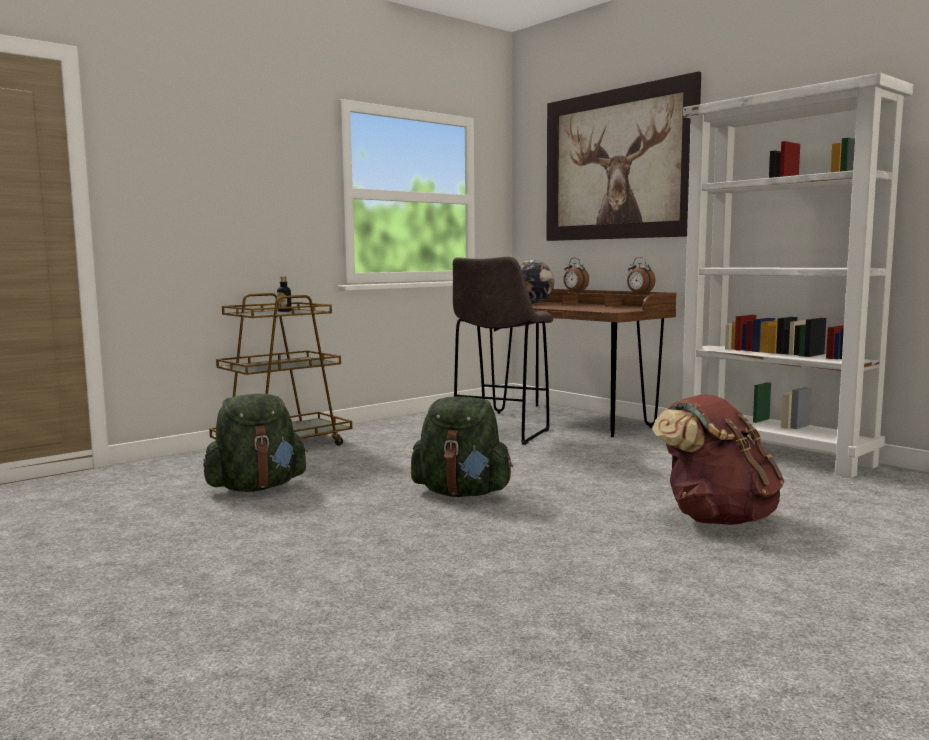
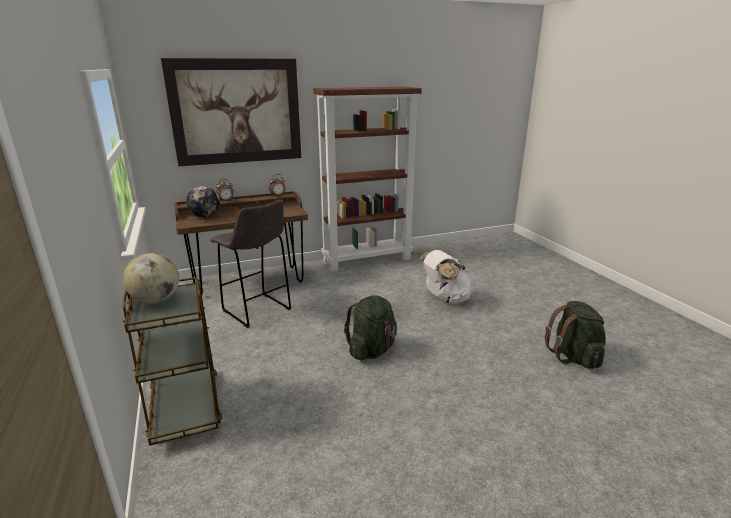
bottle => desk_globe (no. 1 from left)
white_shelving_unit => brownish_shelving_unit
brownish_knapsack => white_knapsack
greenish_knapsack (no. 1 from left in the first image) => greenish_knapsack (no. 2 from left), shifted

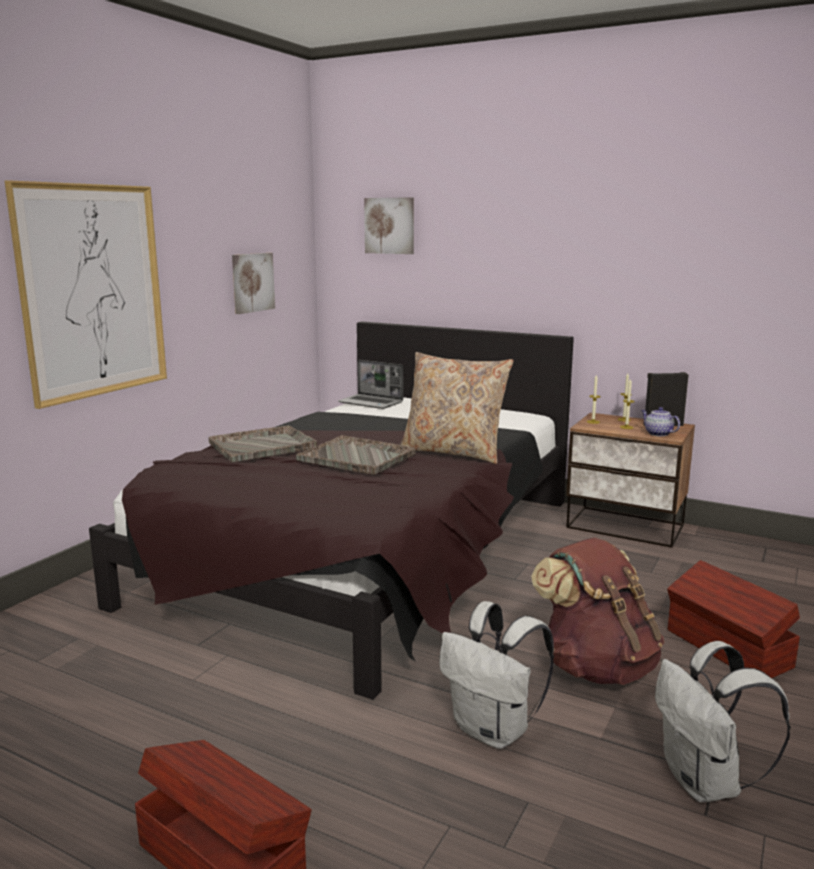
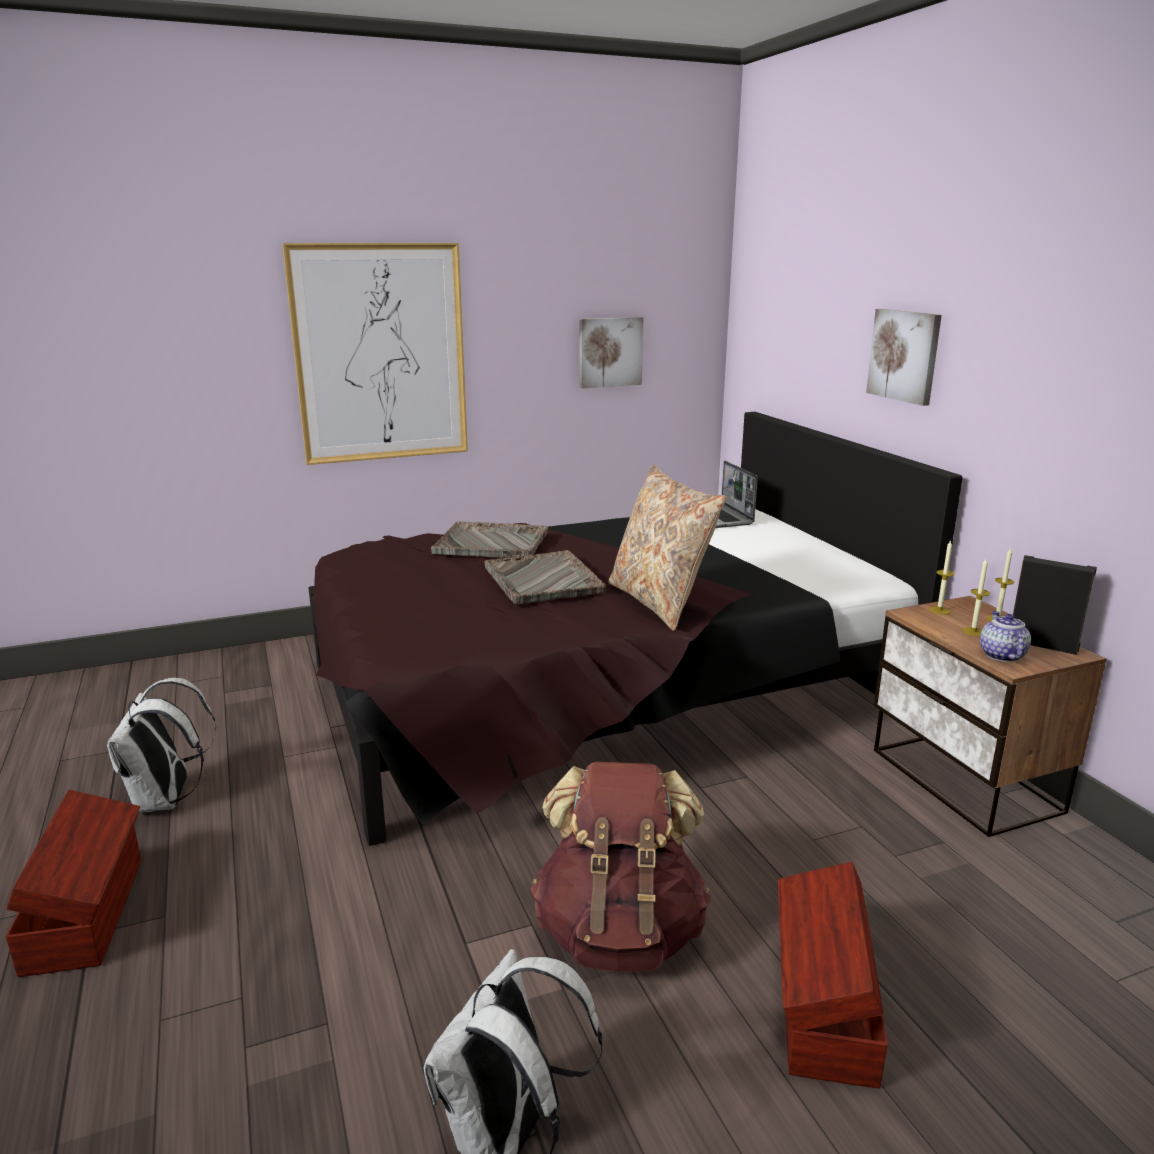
white_knapsack (no. 1 from left), shifted
wall_picture (no. 3 from left), shifted

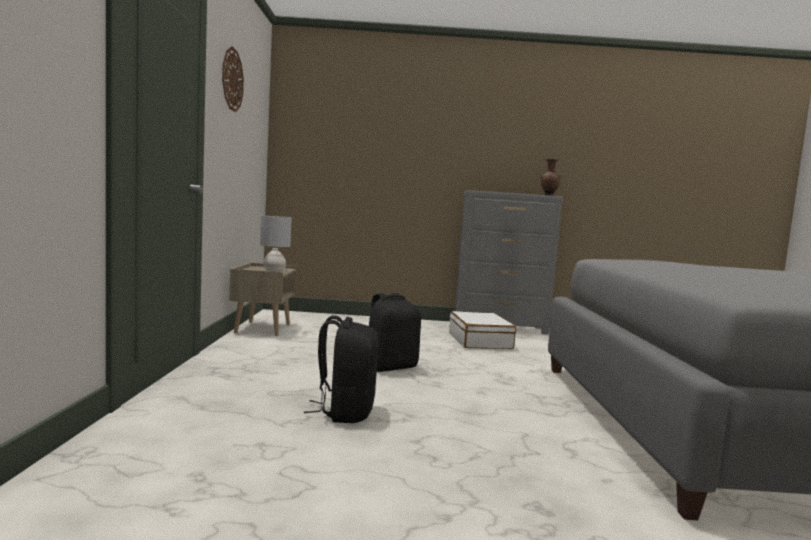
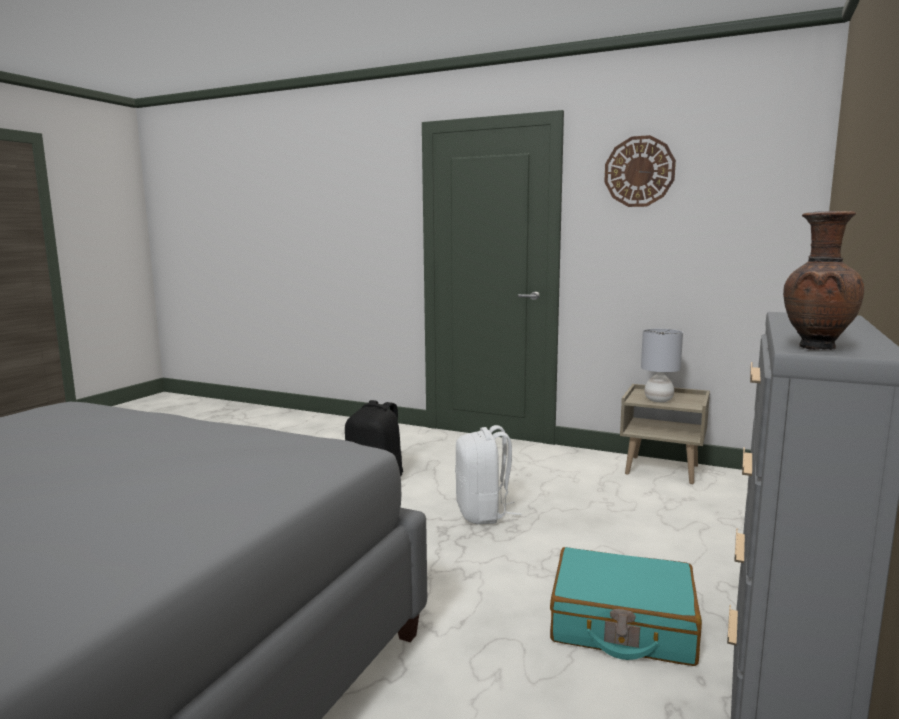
blackish_knapsack (no. 2 from left) => white_knapsack
white_piece_of_luggage => turquoise-coloured_piece_of_luggage

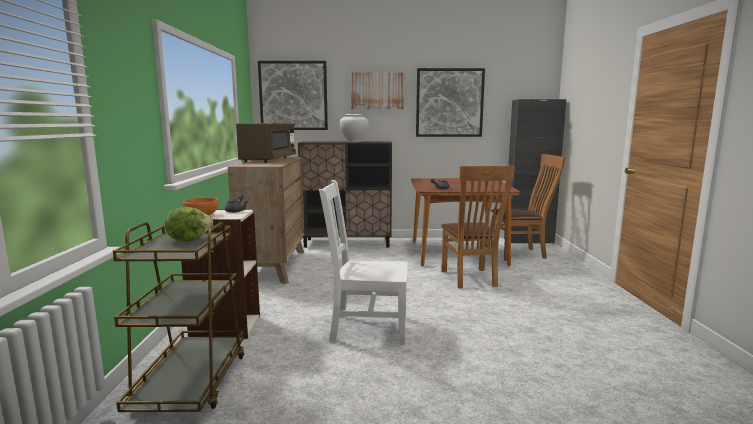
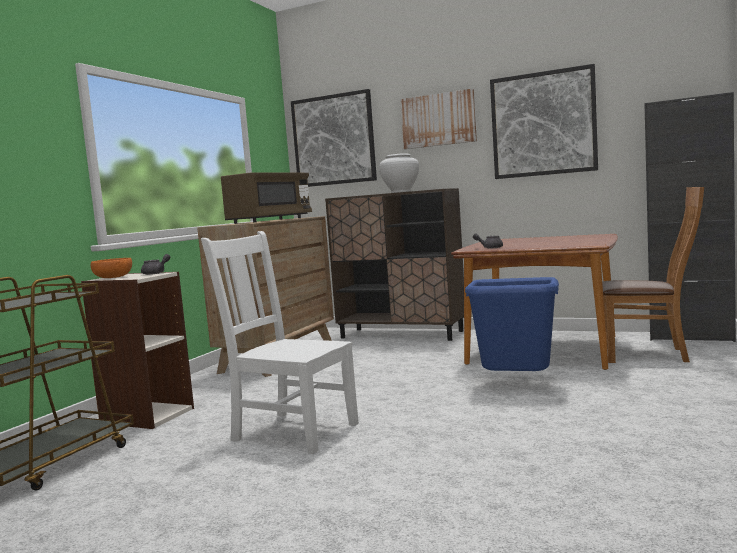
brownish_upright_chair (no. 1 from left) => blue-coloured_waste_bin
lettuce_head => nothing

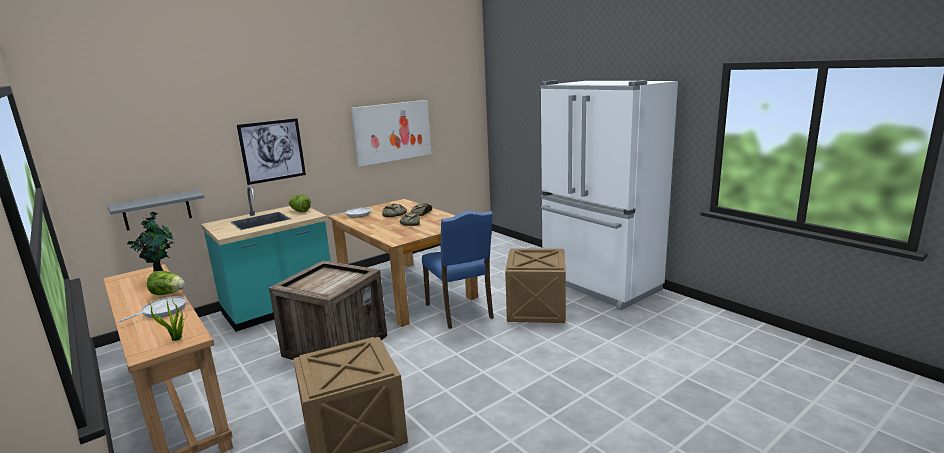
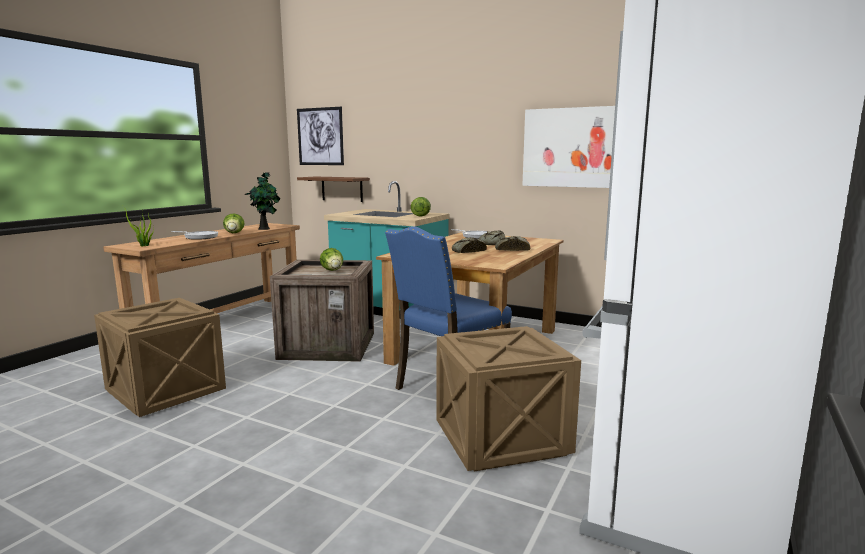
wall_picture (no. 1 from left), shifted
grey_shelf => brownish_shelf
nothing => lettuce_head (no. 2 from left)

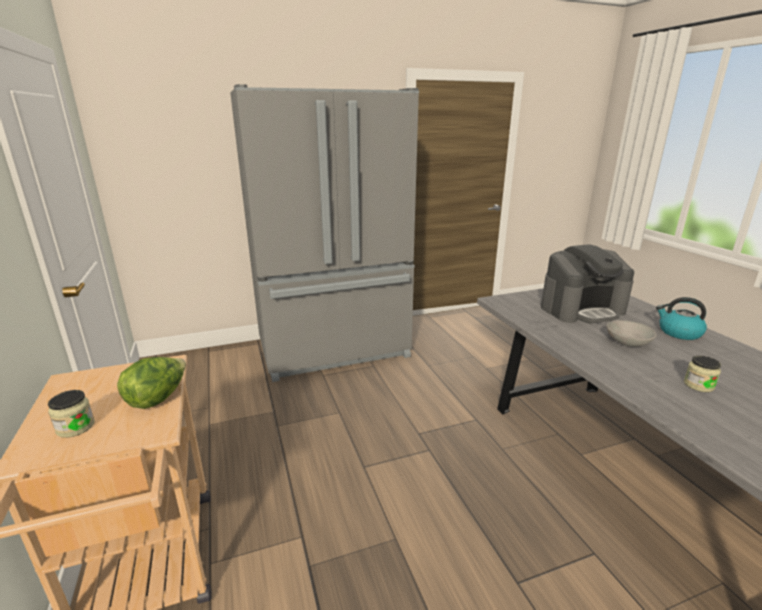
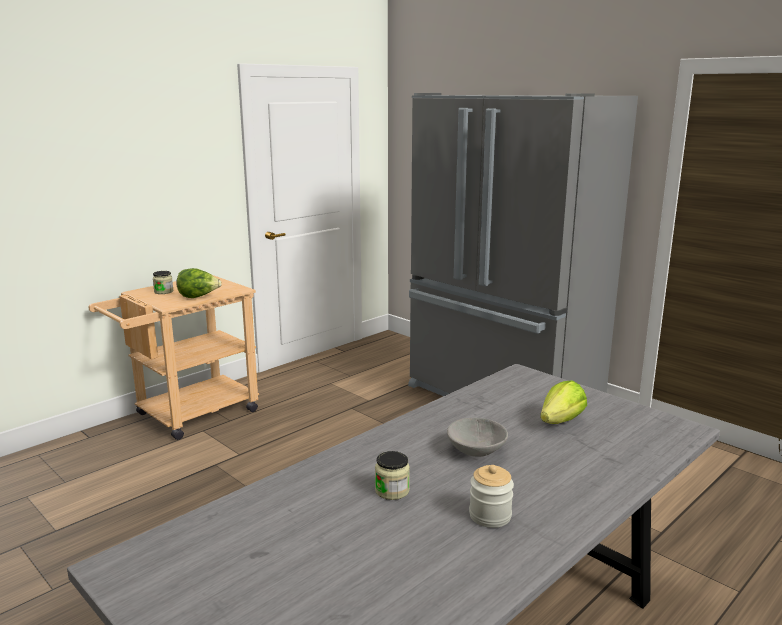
nothing => jar (no. 3 from left)
coffee_maker => lettuce_head (no. 2 from left)
kettle => nothing

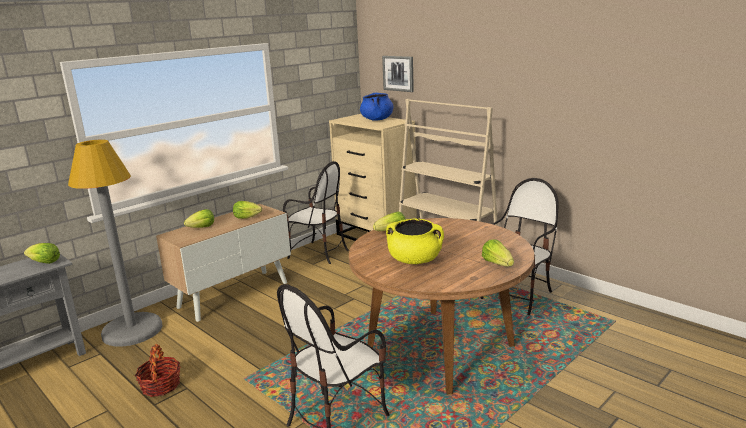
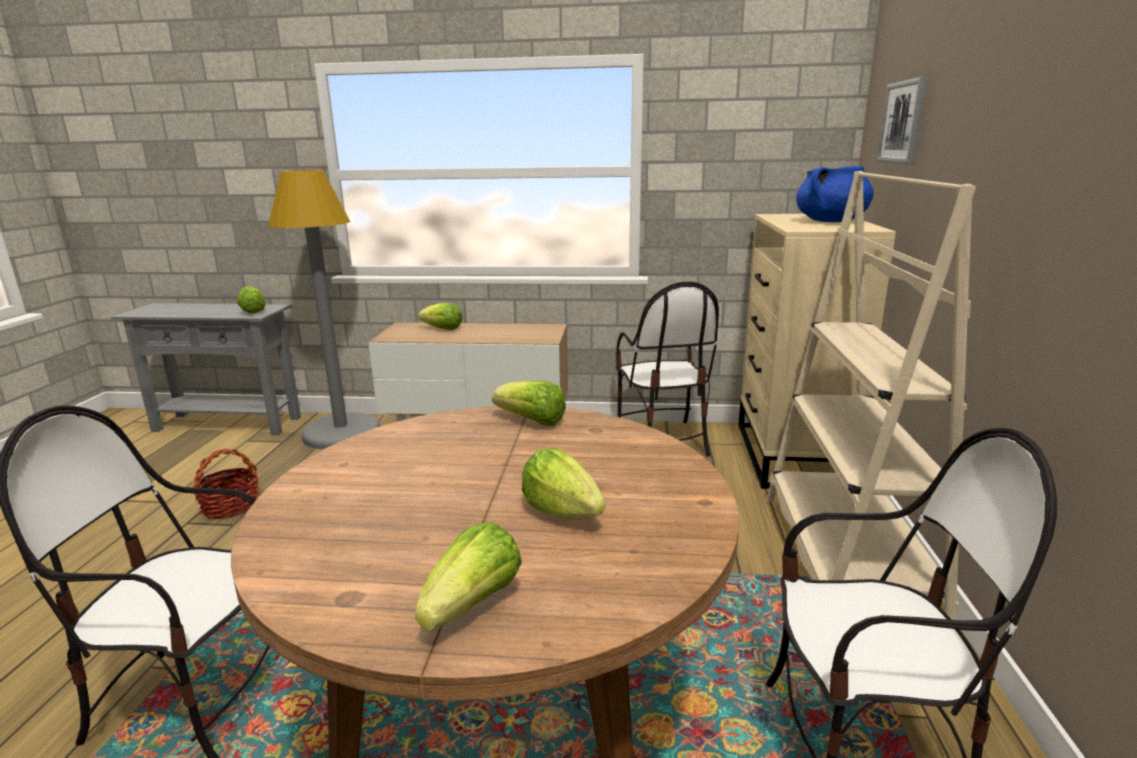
lettuce_head (no. 3 from left in the first image) => lettuce_head (no. 5 from left), shifted
yellow_cooking_pot => nothing

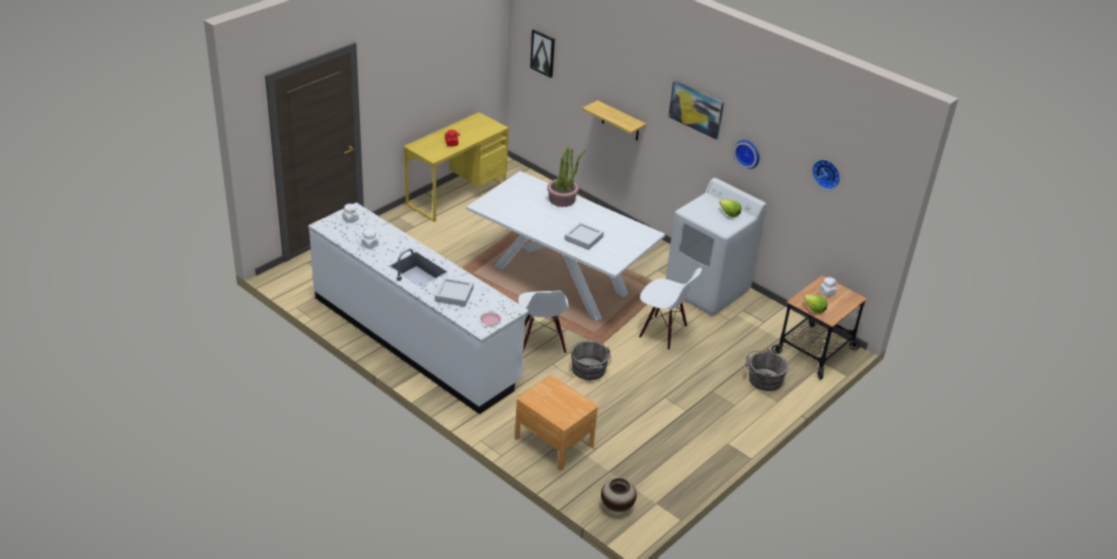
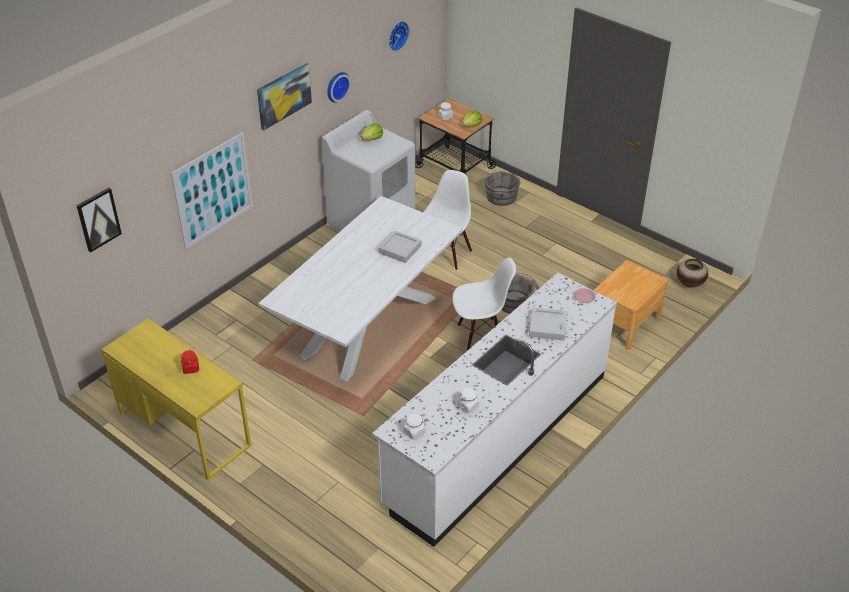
shelf => wall_picture (no. 2 from left)
houseplant => nothing

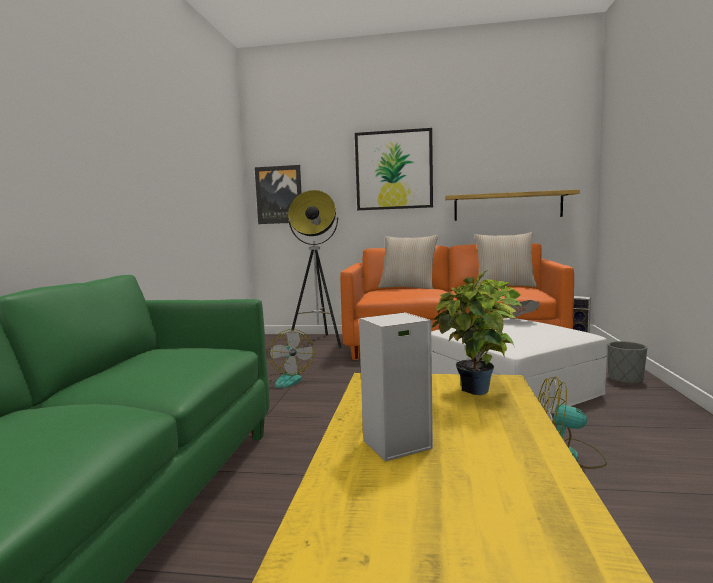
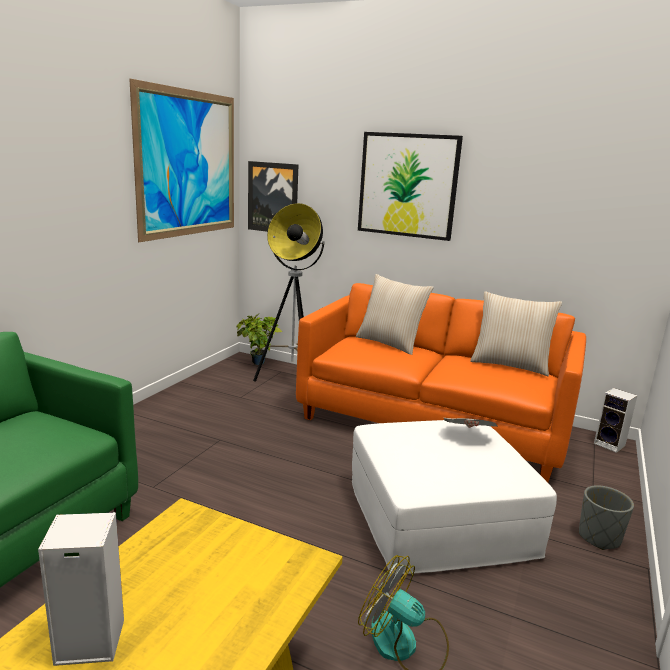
nothing => wall_picture (no. 1 from left)
houseplant, shifted
electric_fan (no. 1 from left) => nothing
shelf => nothing

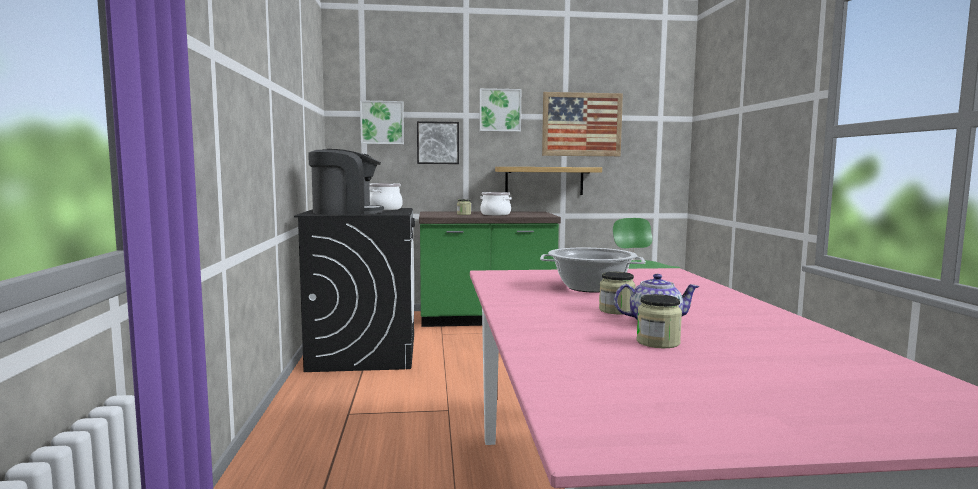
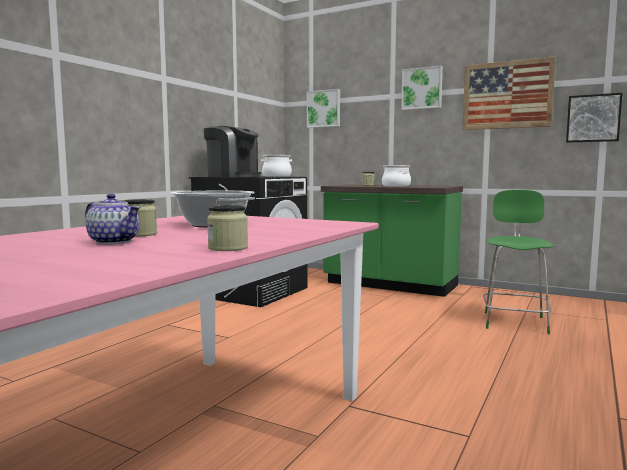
jar (no. 3 from left in the first image) => jar (no. 2 from left), shifted
wall_picture (no. 2 from left in the first image) => wall_picture (no. 4 from left), shifted
shelf => nothing

